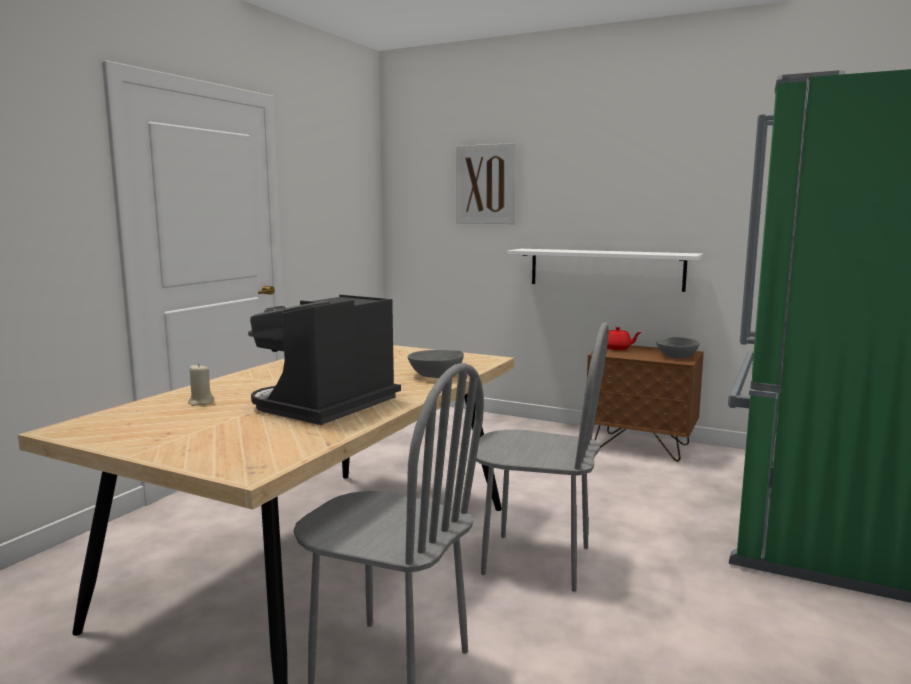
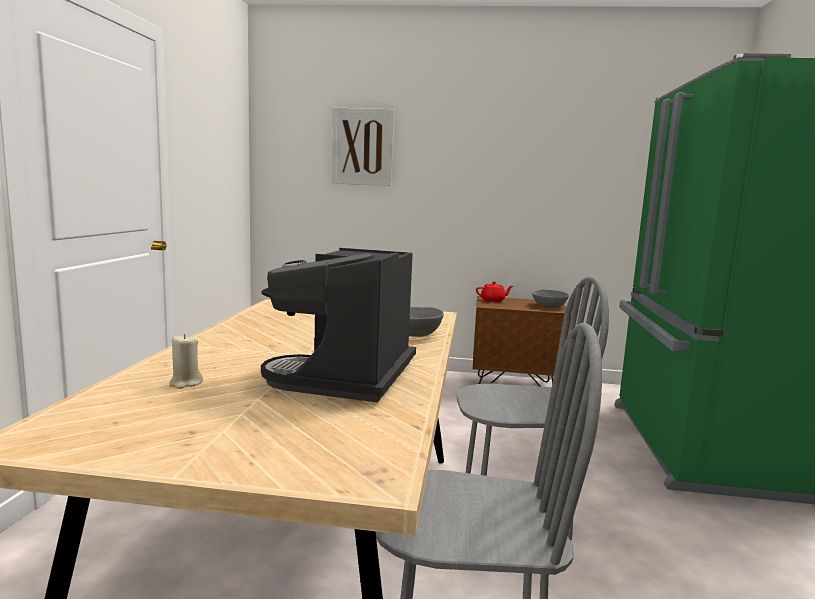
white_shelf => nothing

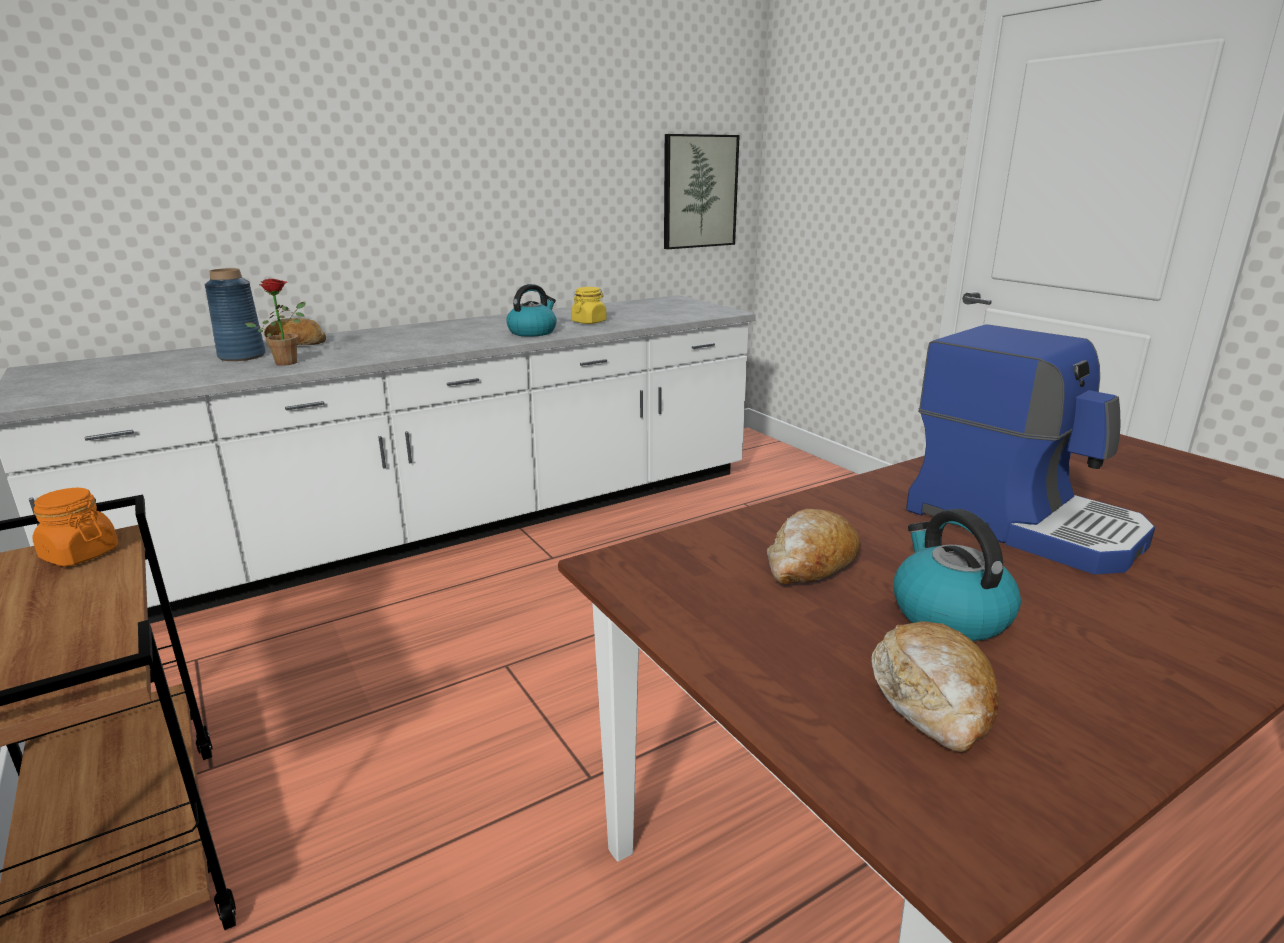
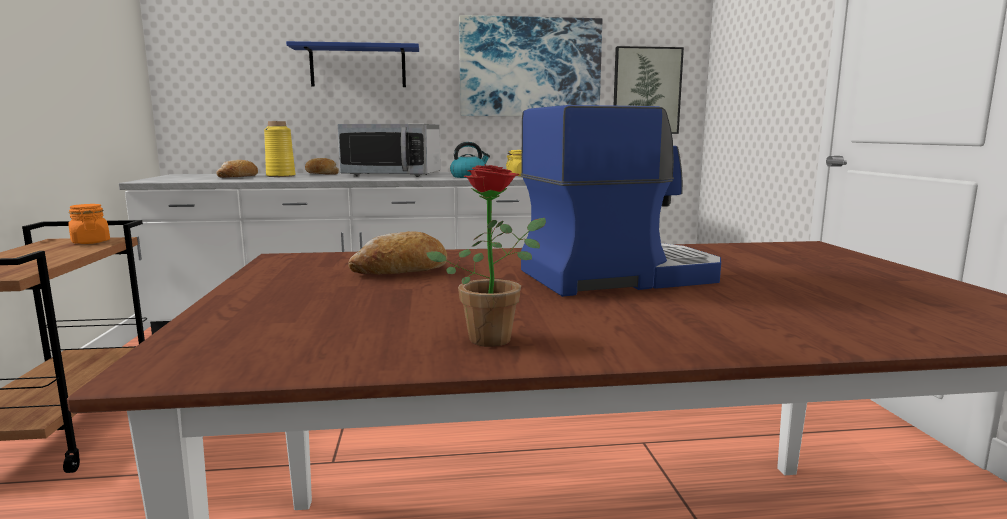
bread (no. 3 from left in the first image) => bread (no. 1 from left), shifted
blue-coloured_decorative_vase => yellow_decorative_vase
nothing => blue-coloured_shelf
nothing => kitchen_microwave
houseplant, shifted
nothing => wall_picture (no. 1 from left)
coffee_maker, 90 degrees counterclockwise
kettle (no. 2 from left) => nothing

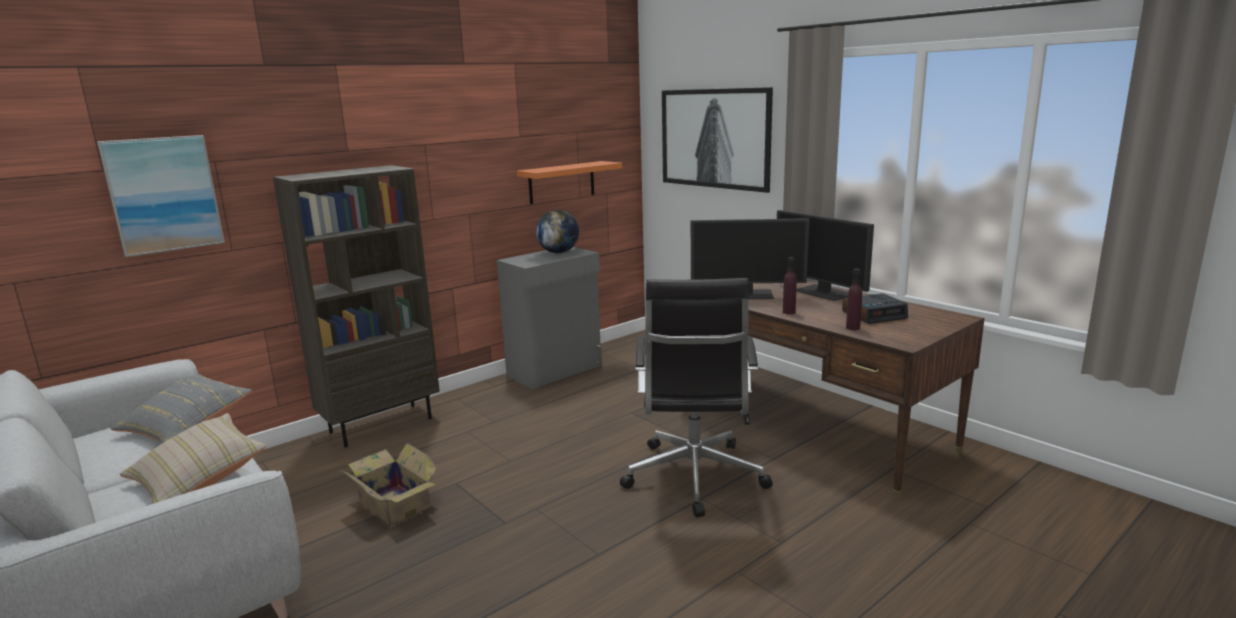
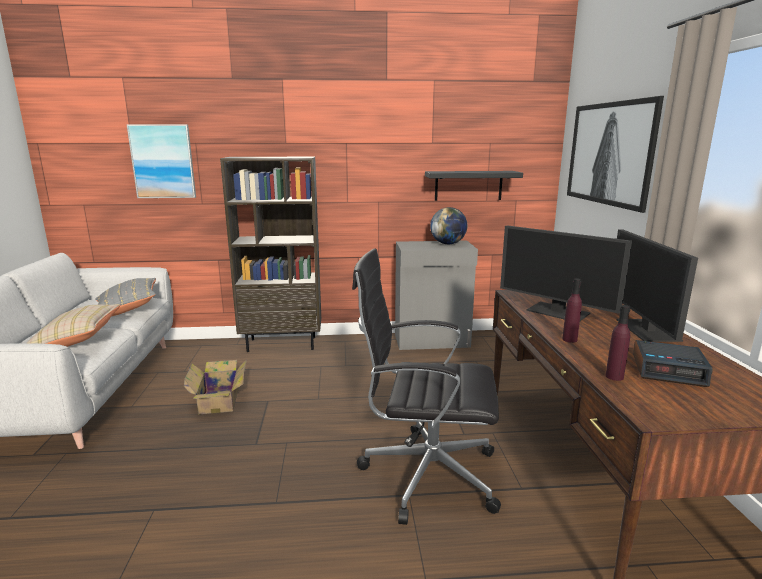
blackish_computer_chair, 60 degrees clockwise
orangey_shelf => blackish_shelf

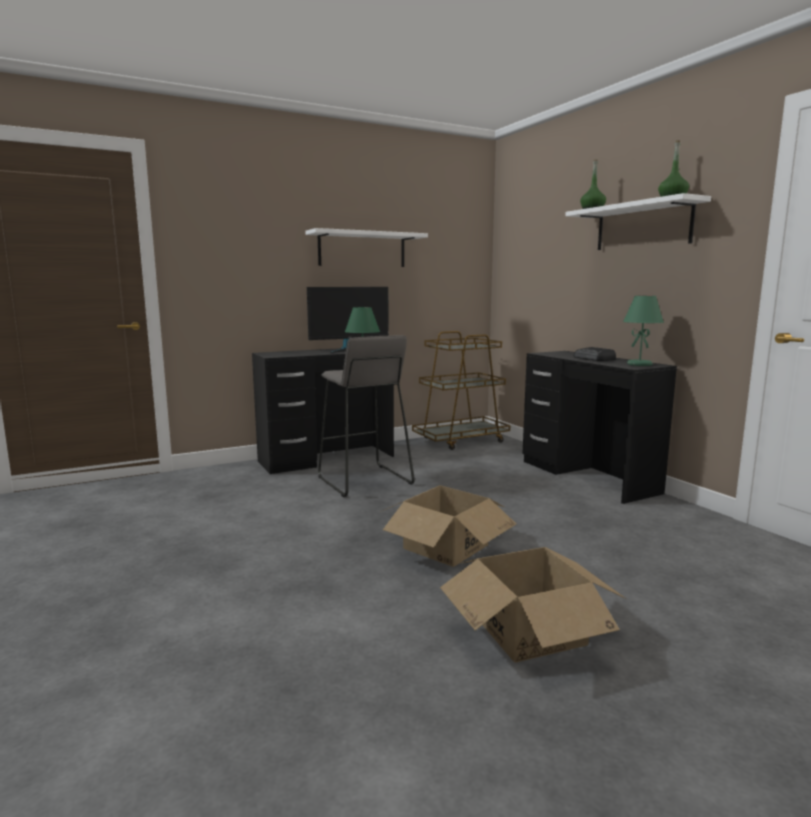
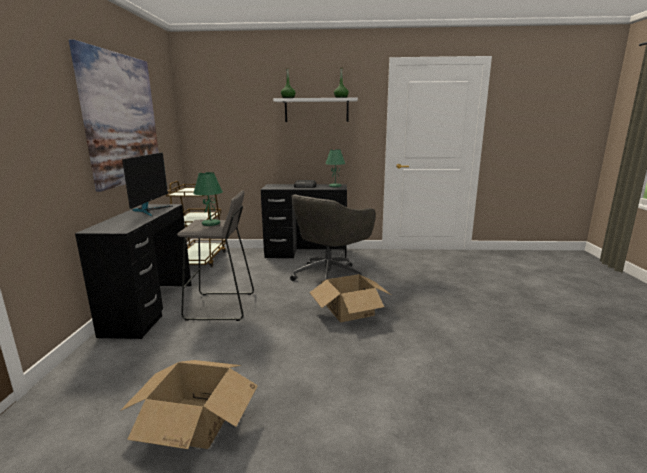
white_shelf (no. 1 from left) => wall_picture
packing_box (no. 2 from left in the first image) => packing_box (no. 1 from left), shifted
nothing => grey_computer_chair

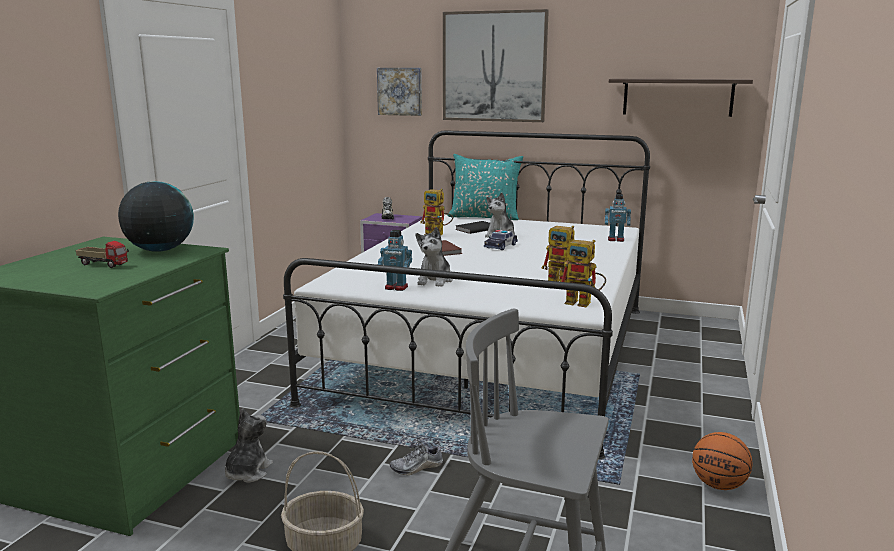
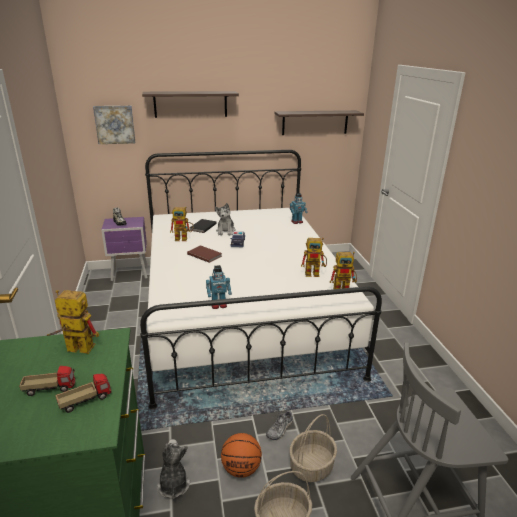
desk_globe => model_robot (no. 1 from left)
nothing => toy_lorry (no. 2 from left)
wall_picture (no. 2 from left) => shelf (no. 1 from left)
ball_for_basketball, shifted
nothing => basket (no. 2 from left)
cuddly_toy (no. 2 from left) => nothing
turquoise-coloured_throw_pillow => nothing

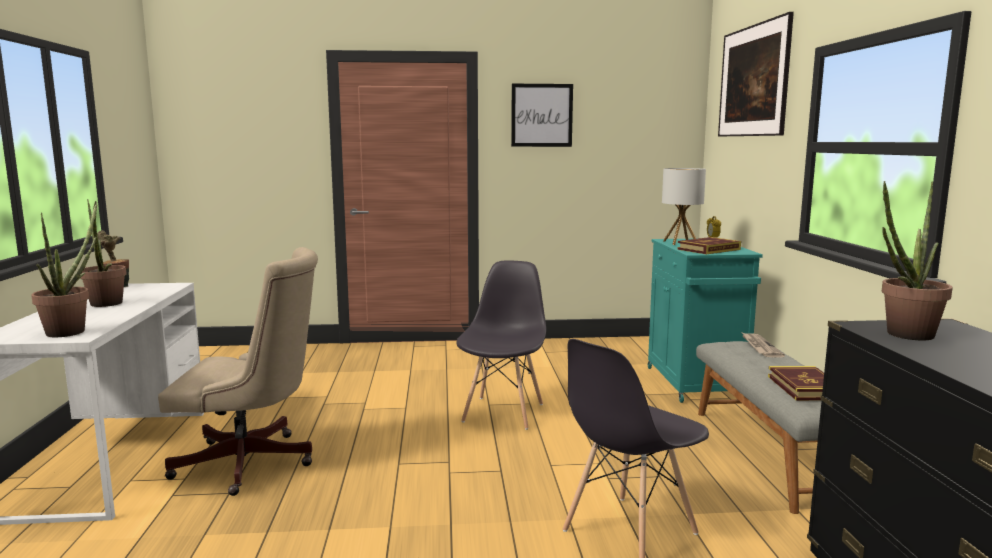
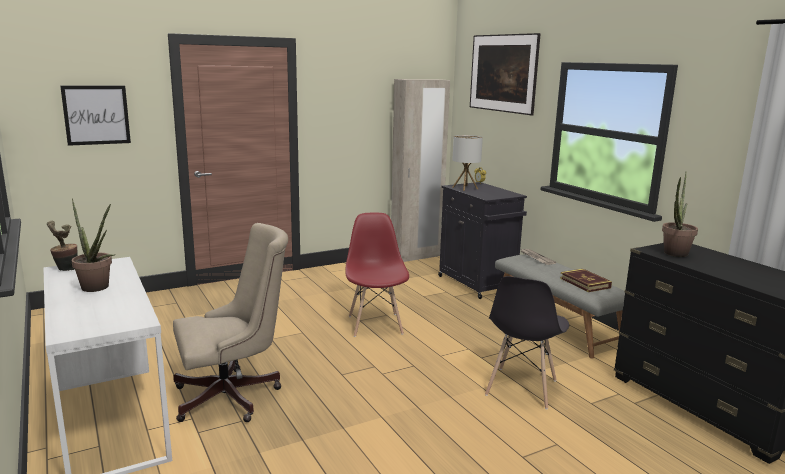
wall_picture (no. 1 from left), shifted
grey_upright_chair (no. 1 from left) => red_upright_chair
nothing => beige_armoire
turquoise-coloured_storage_cabinet => blackish_storage_cabinet
houseplant (no. 1 from left) => nothing
bound_book (no. 1 from left) => nothing

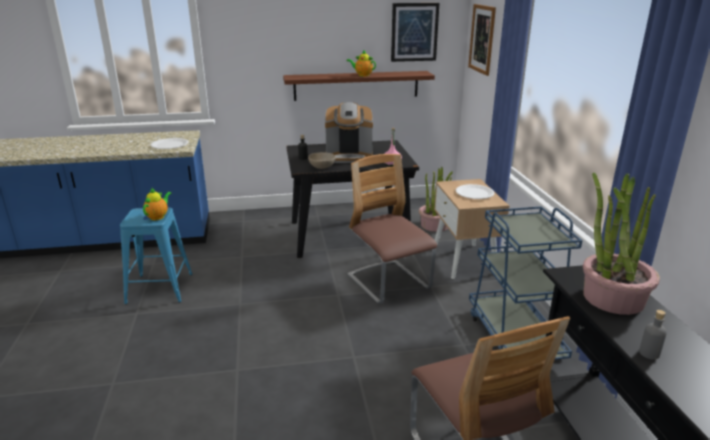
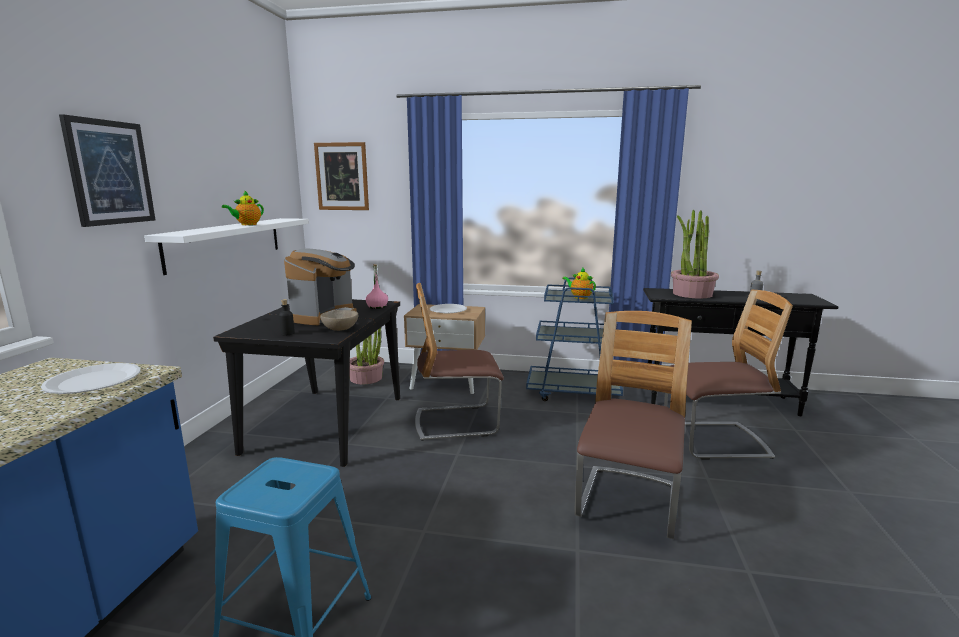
wall_picture (no. 1 from left), shifted
brownish_shelf => white_shelf
pot_for_tea (no. 1 from left in the first image) => pot_for_tea (no. 2 from left), shifted
nothing => upright_chair (no. 2 from left)

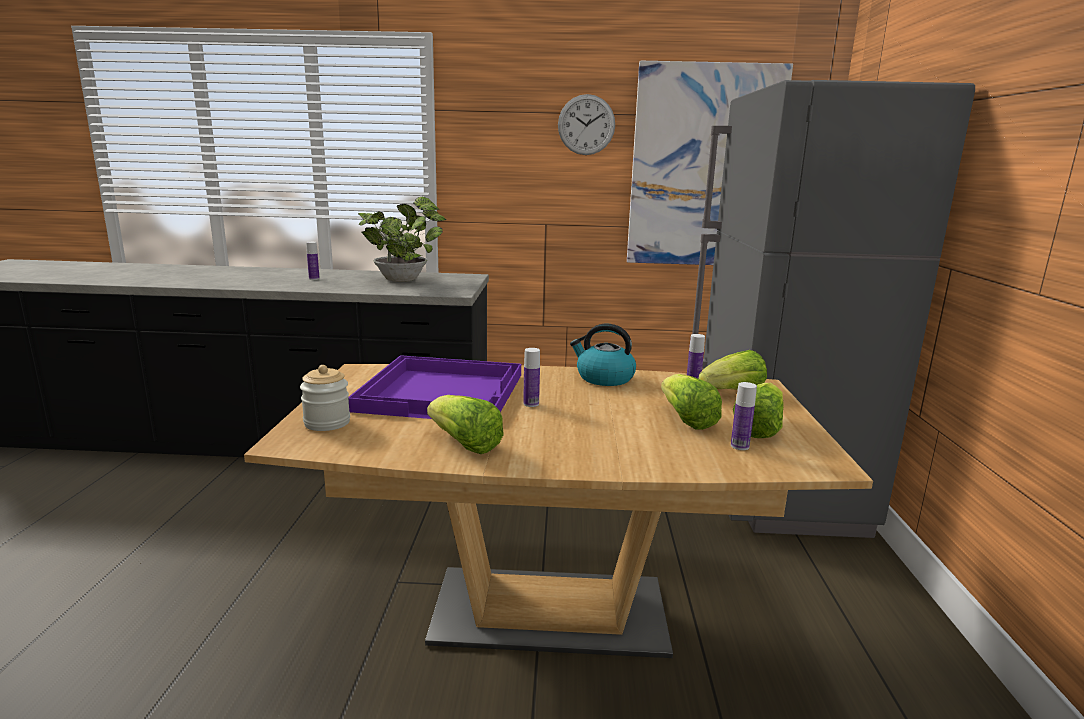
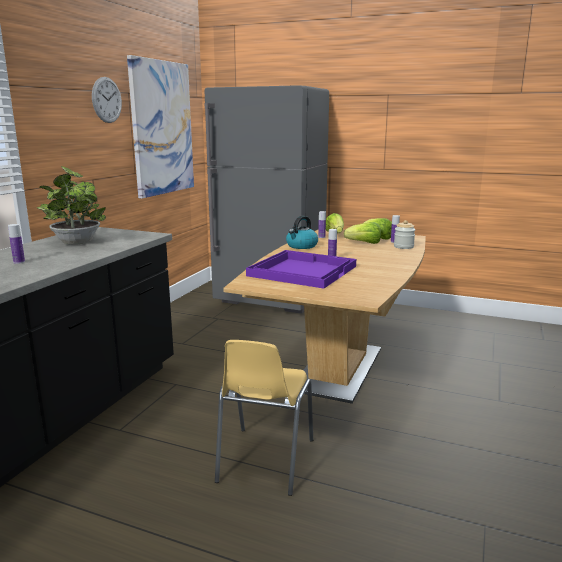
nothing => yellow_upright_chair
jar, shifted
lettuce_head (no. 1 from left) => nothing

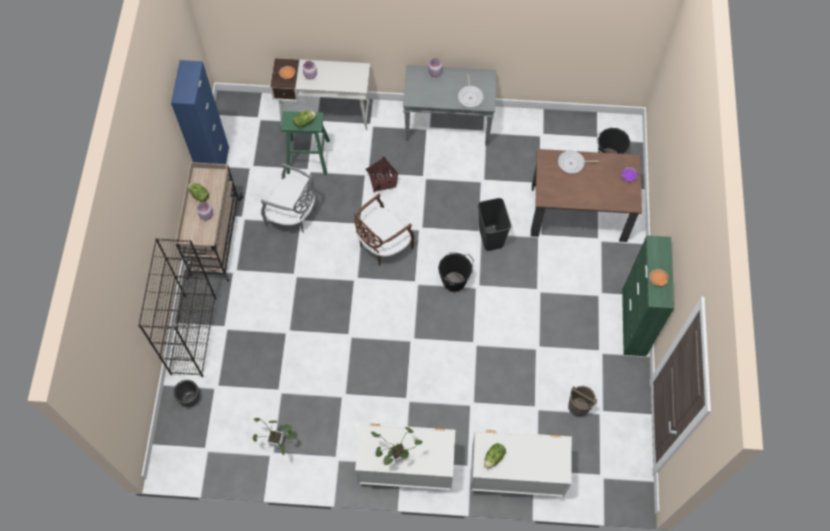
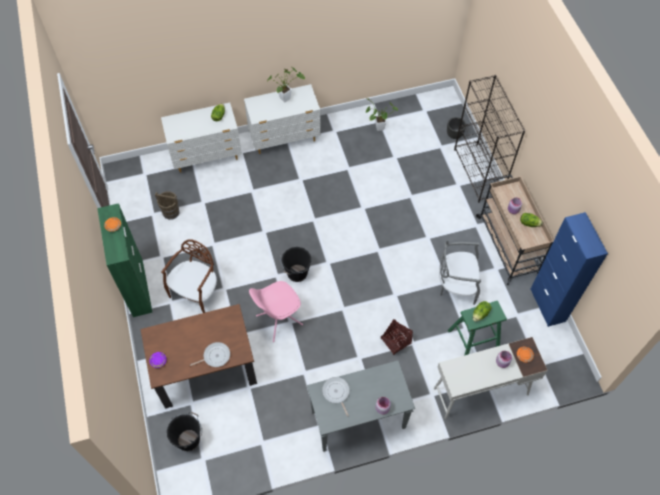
brownish_upright_chair, shifted
blackish_waste_bin => pink-coloured_upright_chair

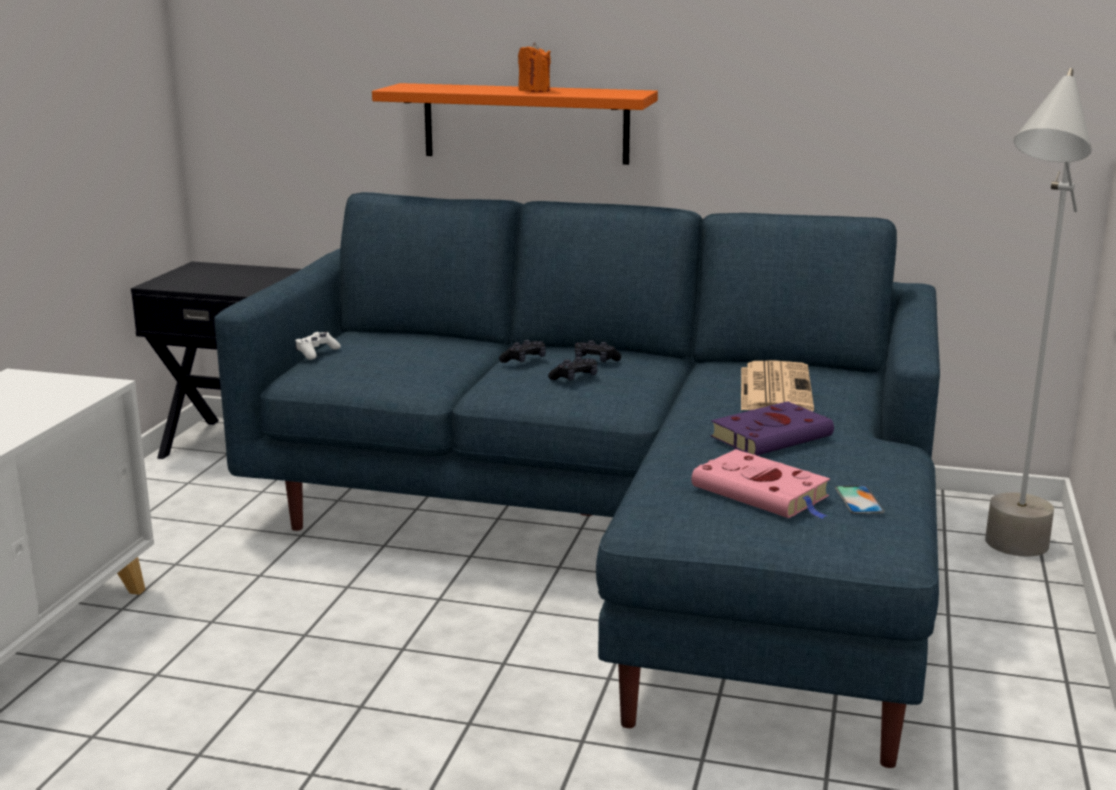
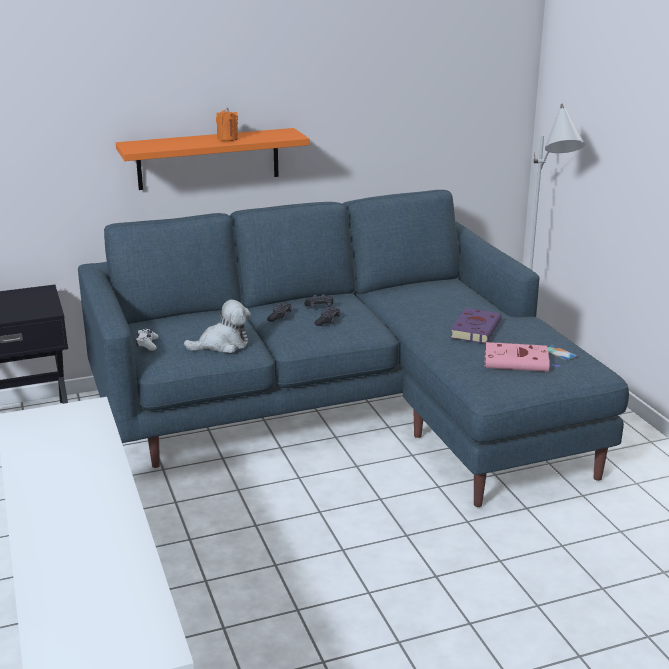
nothing => cuddly_toy
newspaper => nothing

